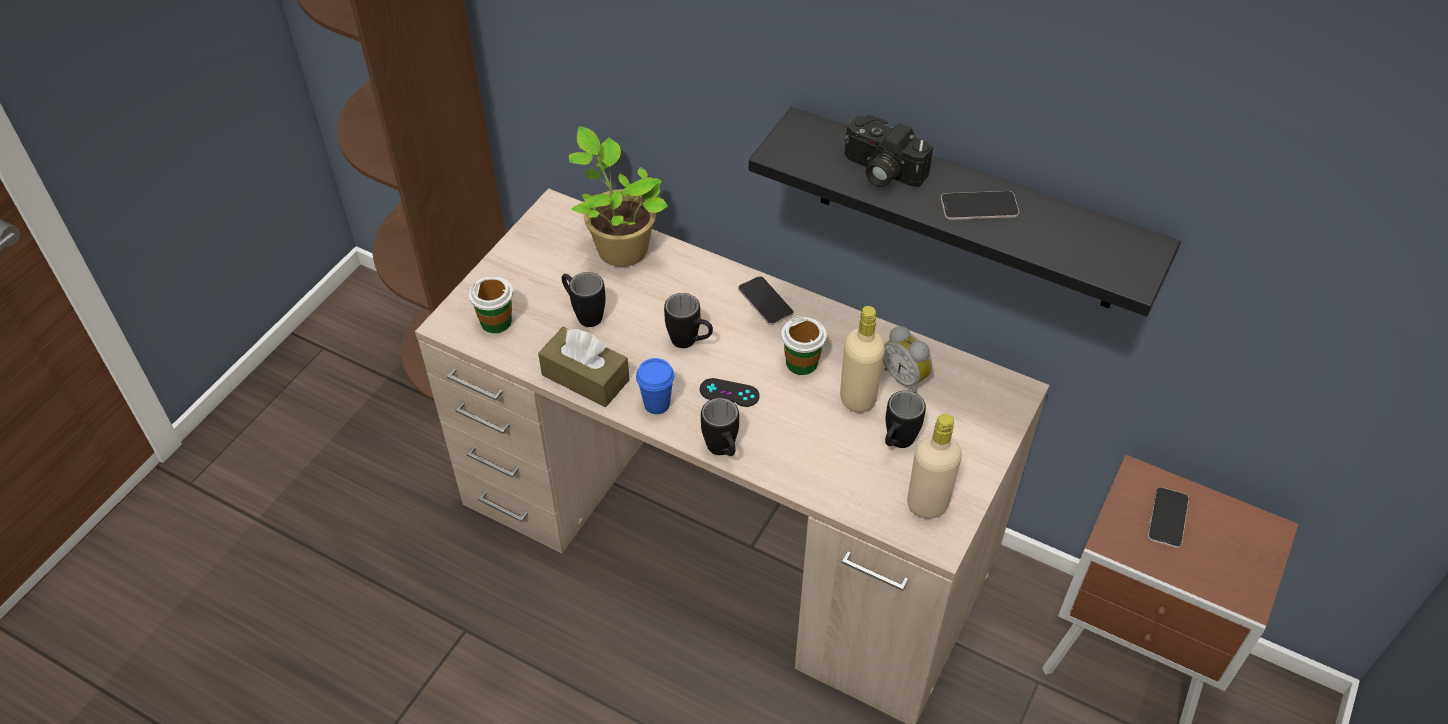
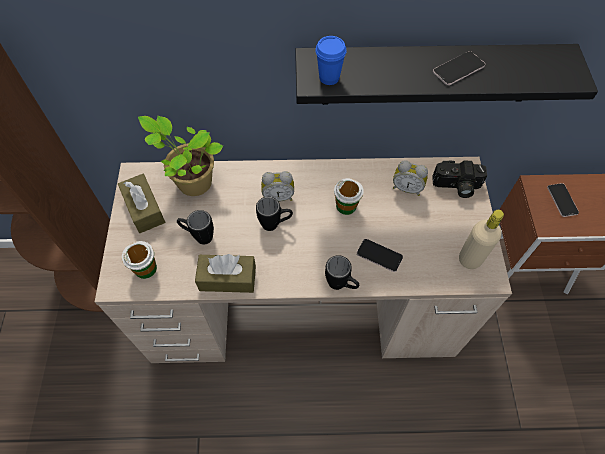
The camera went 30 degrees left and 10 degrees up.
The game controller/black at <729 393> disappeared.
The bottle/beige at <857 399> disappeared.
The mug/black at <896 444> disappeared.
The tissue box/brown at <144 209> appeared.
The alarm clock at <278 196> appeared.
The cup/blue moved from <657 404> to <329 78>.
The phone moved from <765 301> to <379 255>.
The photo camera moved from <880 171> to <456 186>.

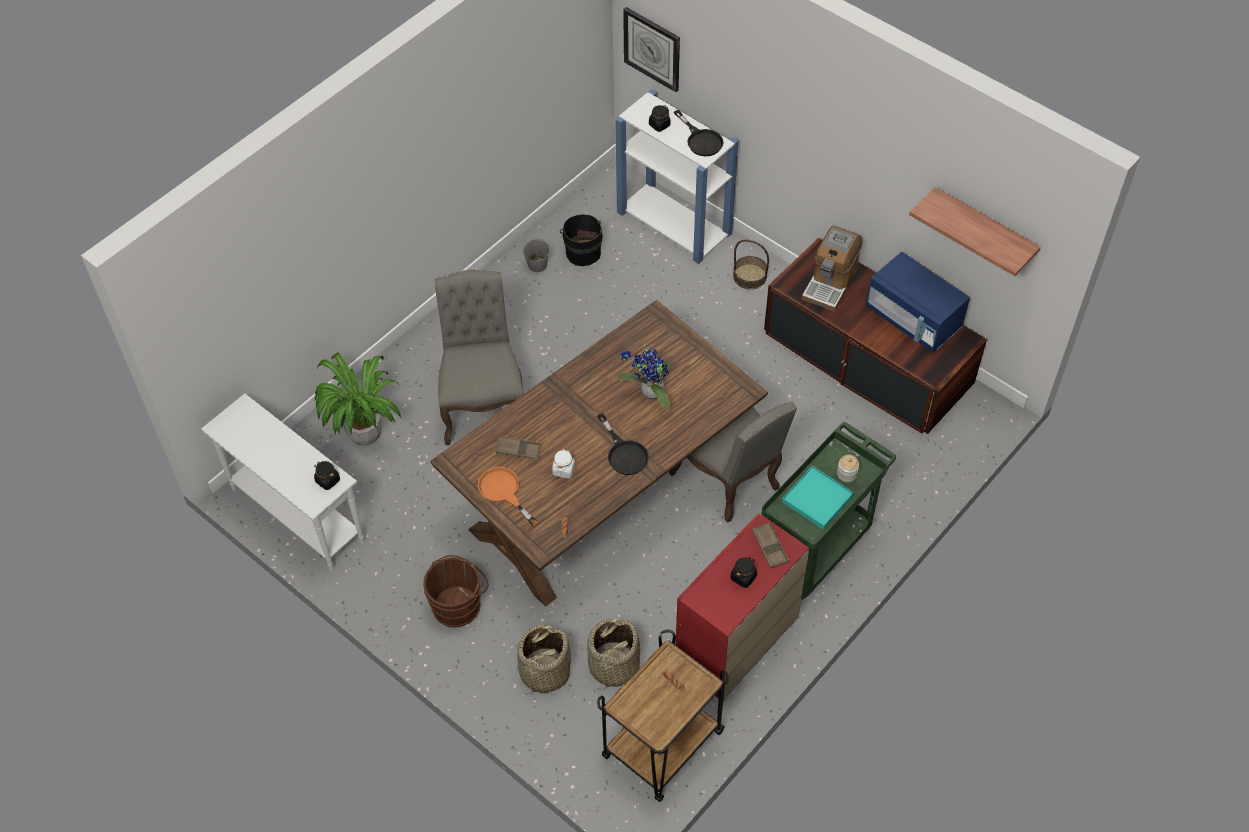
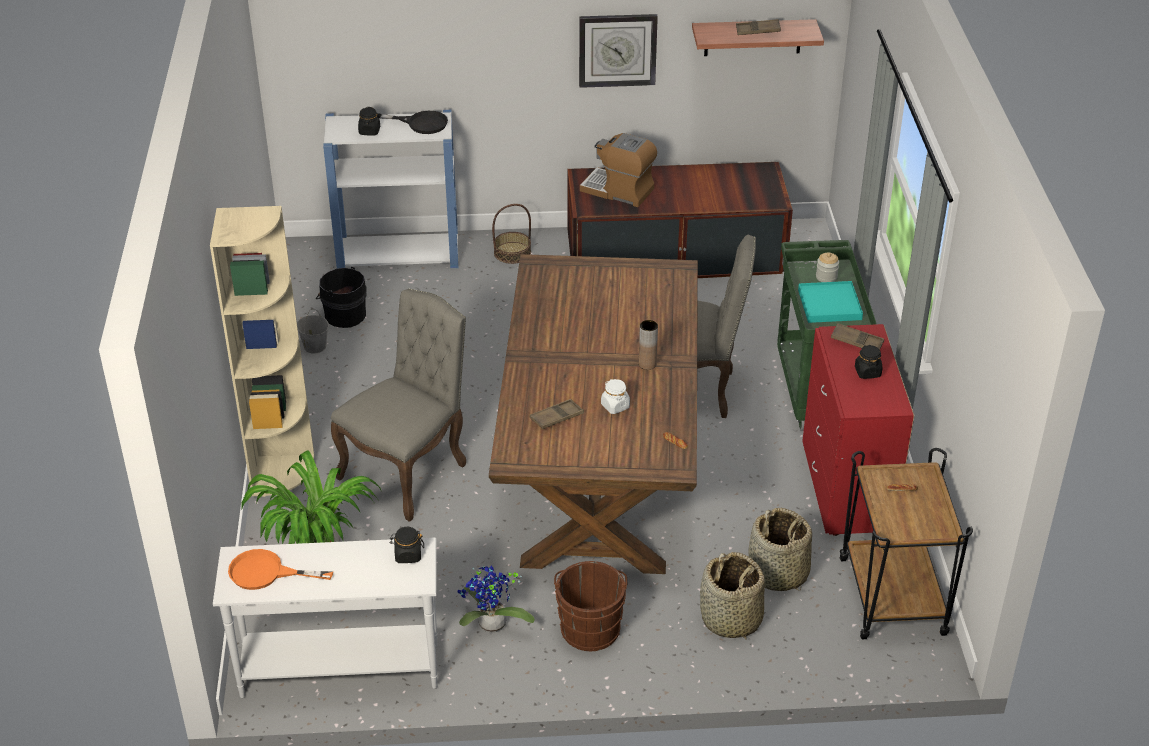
The camera went 45 degrees left and 15 degrees down.
The microwave/blue at <913 319> disappeared.
The bookcase/beige at <282 480> appeared.
The tray/brown at <758 31> appeared.
The frying pan/orange moved from <503 492> to <266 573>.
The potted plant moved from <649 393> to <491 627>.
The wall clock moved from <652 48> to <617 50>.
The frying pan/black at <624 453> was replaced by the vase/brown at <647 364>.
The chair/grey at <484 406> turned 90 degrees clockwise.
The coffee machine at <830 283> turned 135 degrees clockwise.

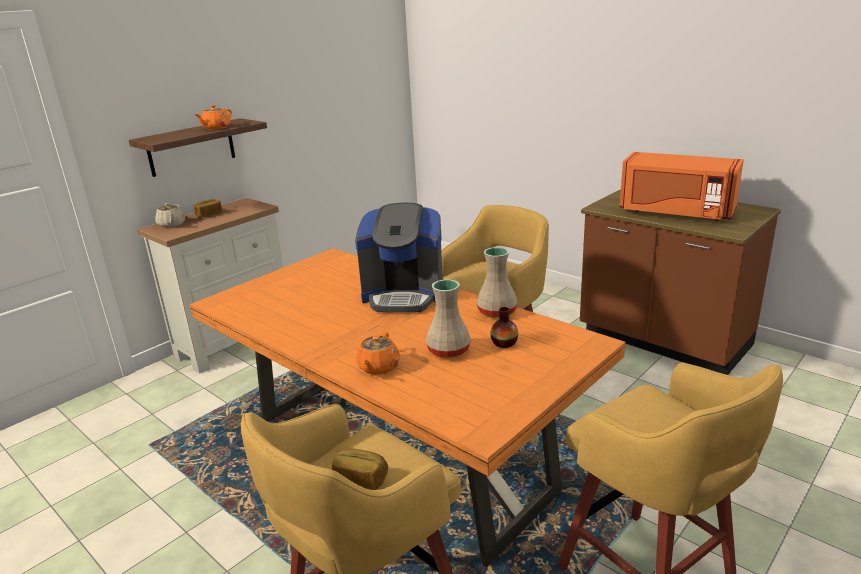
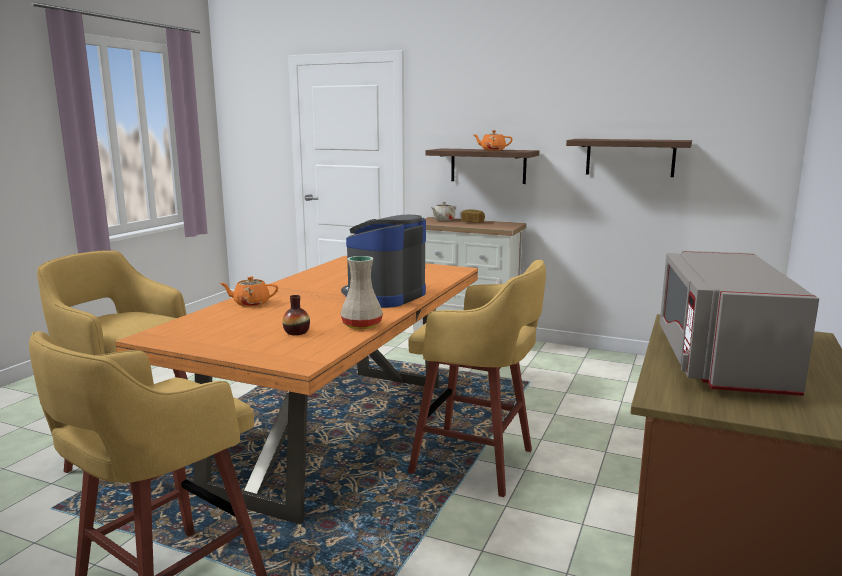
The camera went 70 degrees right and 10 degrees down.
The bread at <361 478> disappeared.
The vase/beige at <447 351> disappeared.
The shelf at <630 157> appeared.
The microwave/orange at <675 212> became the microwave/grey at <719 361>.
The coffee machine at <404 295> turned 45 degrees clockwise.

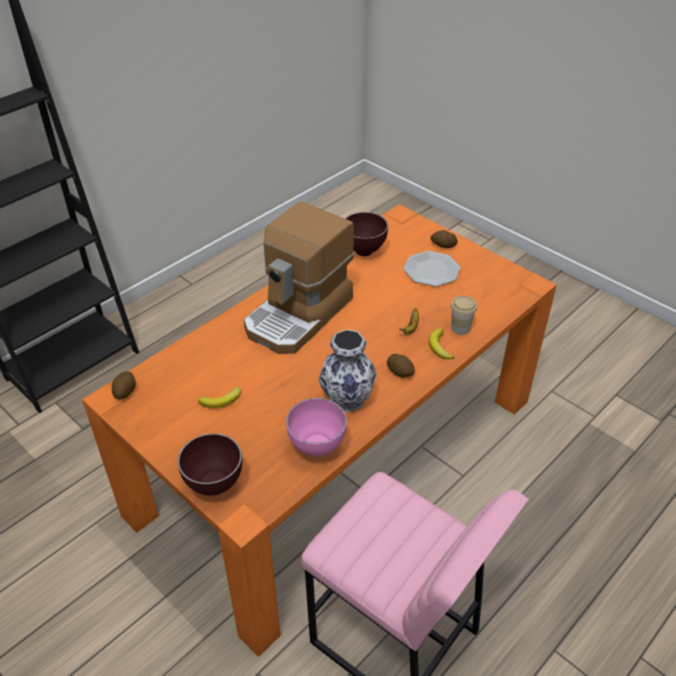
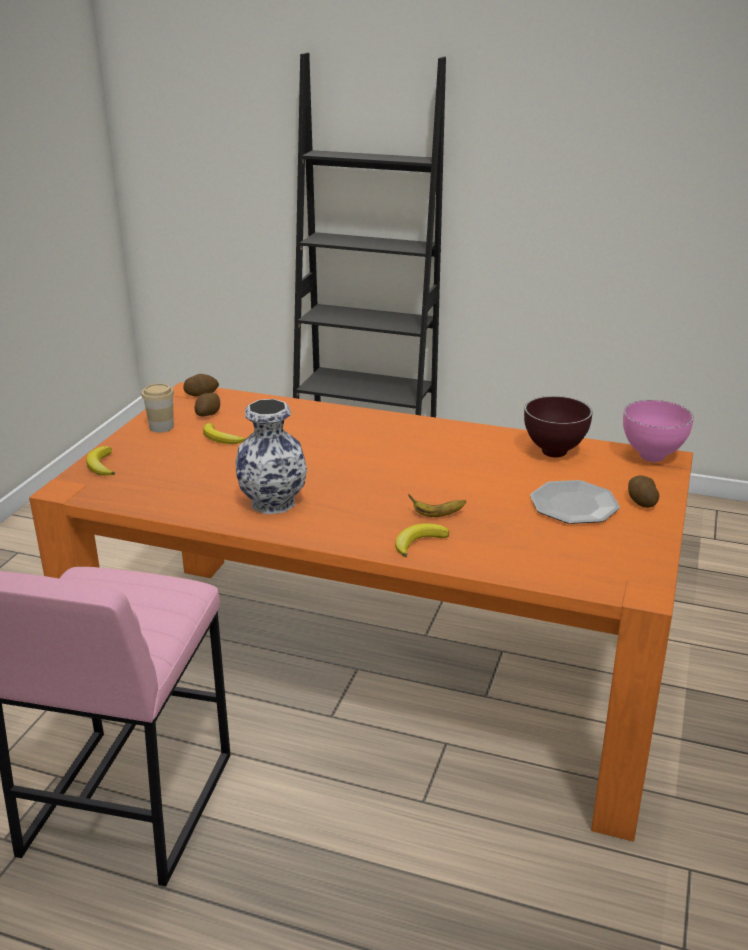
The camera went 65 degrees right and 15 degrees down.
The coffee machine at <299 315> disappeared.
The bowl/pink moved from <315 447> to <651 456>.
The potato moved from <400 372> to <208 414>.
The cup moved from <460 328> to <161 427>.
The bowl/brown at <215 487> was replaced by the banana at <101 465>.

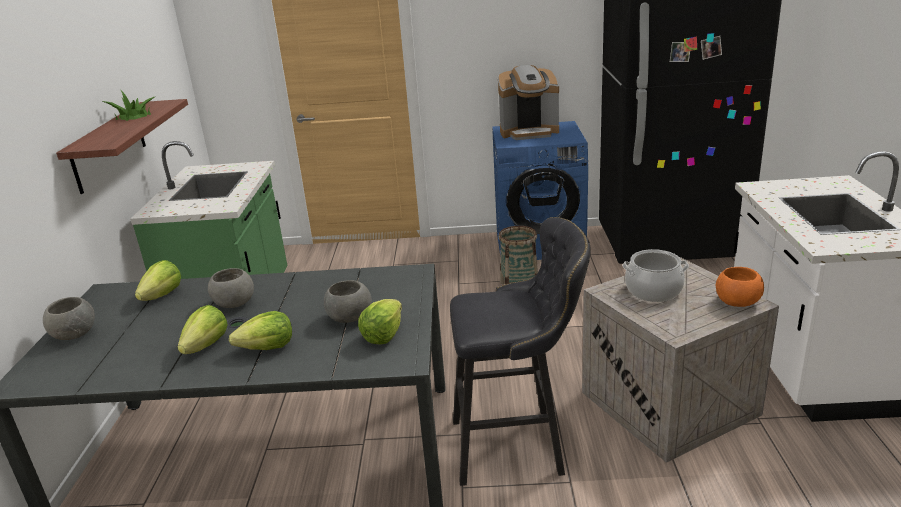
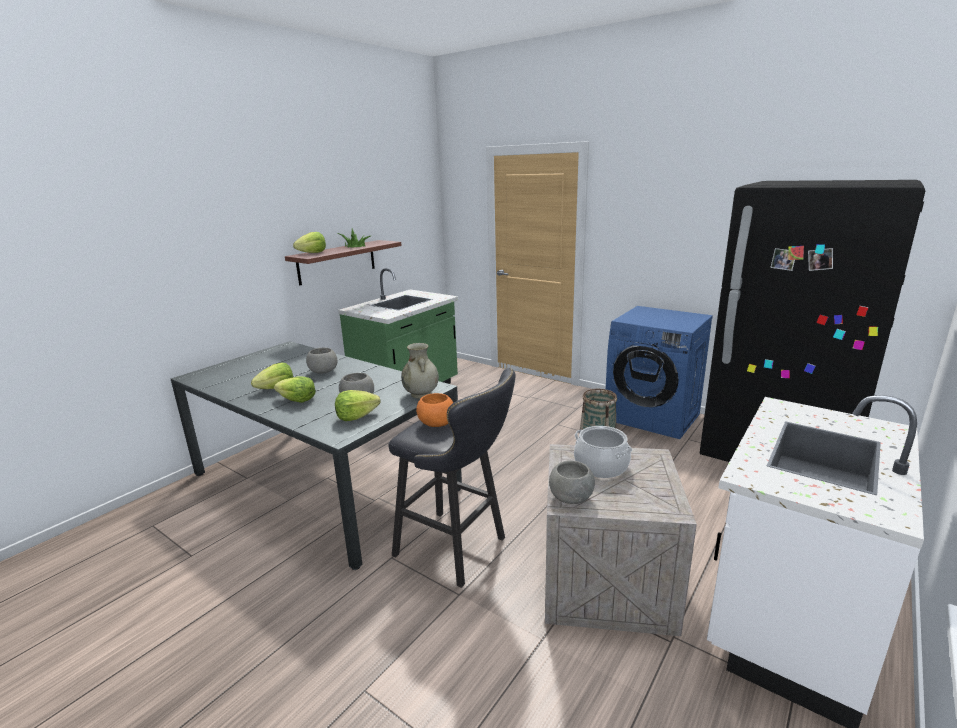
The camera went 35 degrees right and 5 degrees down.
The coffee machine at <529 132> disappeared.
The vase/beige at <421 394> appeared.
The bowl/grey moved from <75 334> to <571 497>.
The lettuce moved from <162 295> to <312 253>.
The bowl/orange moved from <738 303> to <436 424>.

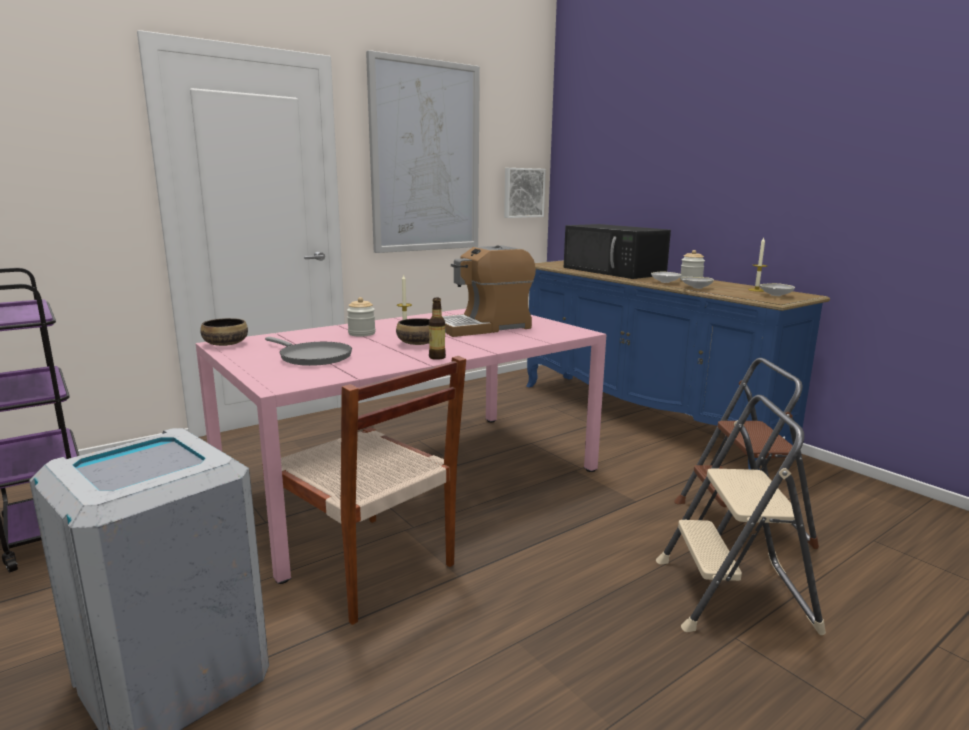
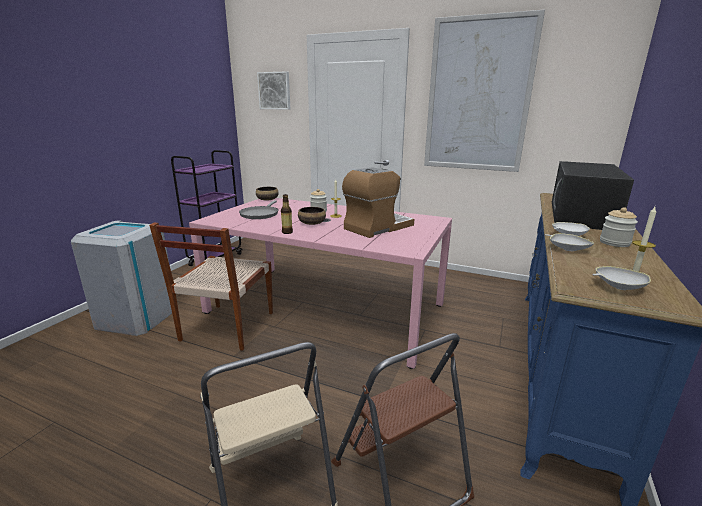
The camera went 60 degrees right and 5 degrees up.
The picture moved from <523 193> to <275 91>.
The coffee machine at <484 327> turned 105 degrees clockwise.

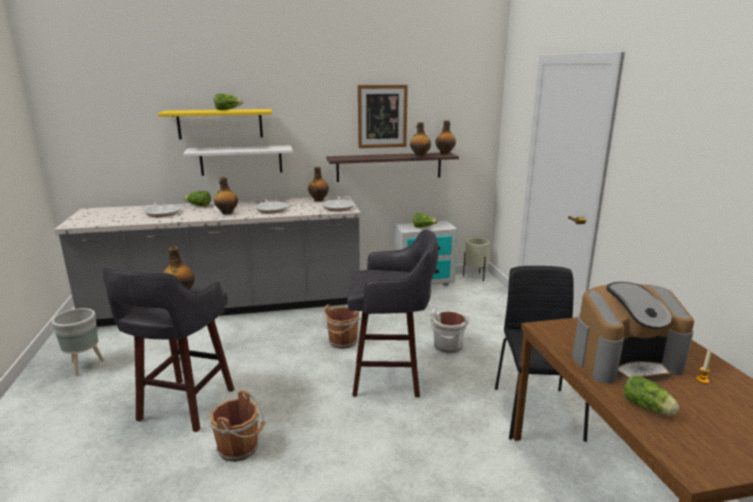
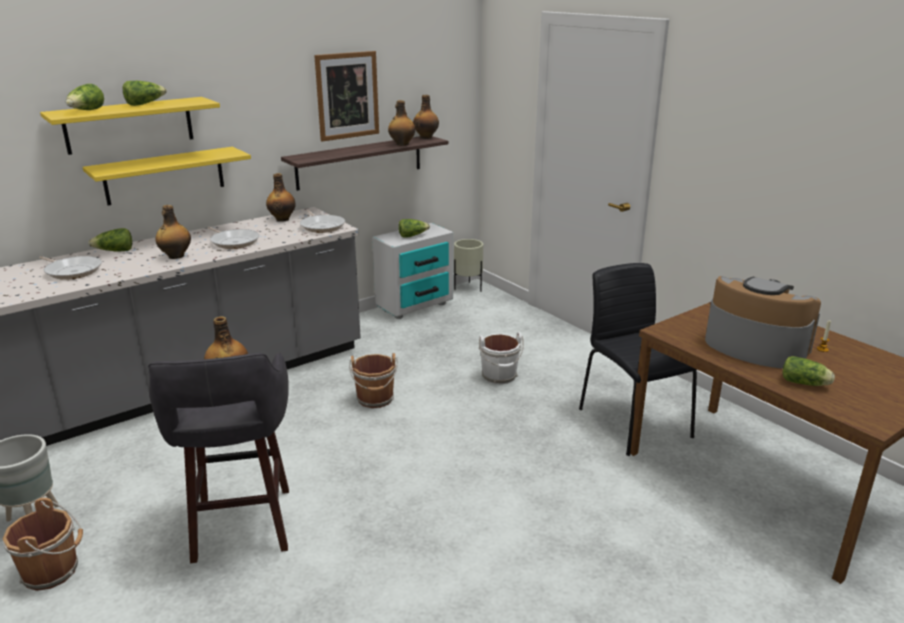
The camera went 25 degrees left and 5 degrees up.
The stool/grey at <390 379> disappeared.
The lettuce at <86 111> appeared.
The bucket/brown moved from <240 448> to <53 571>.
The shelf/white at <241 160> became the shelf/yellow at <164 175>.
The coffee machine at <624 361> turned 105 degrees counterclockwise.

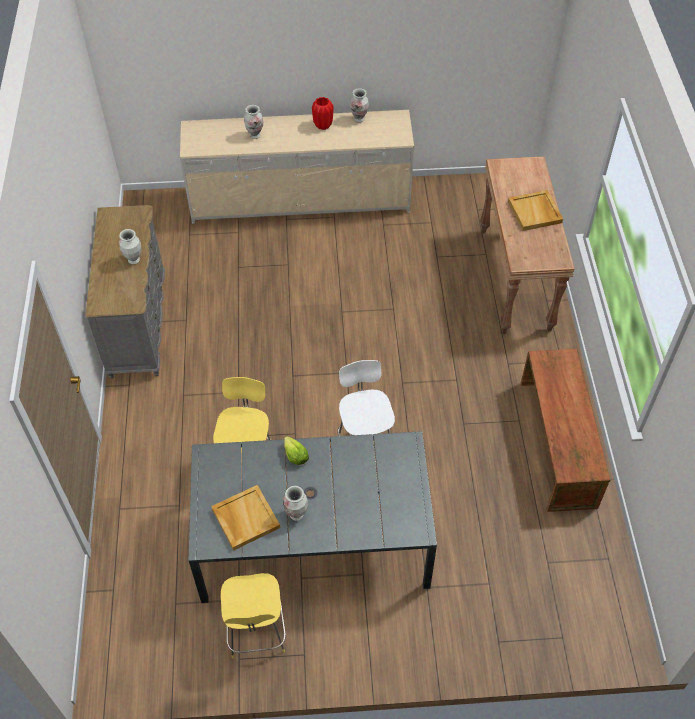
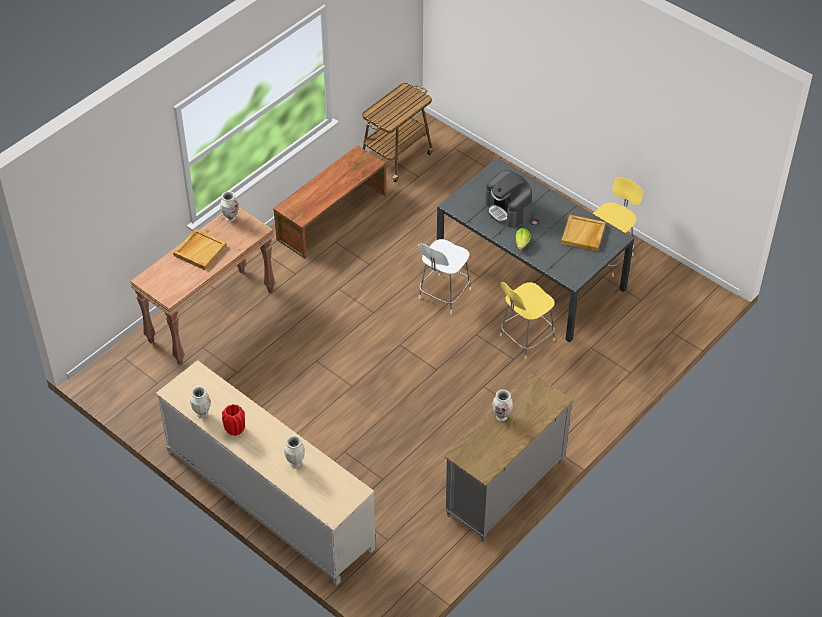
The camera went 135 degrees left and 5 degrees down.
The cart at <397 156> appeared.
The coffee machine at <508 210> appeared.
The vase moved from <296 515> to <231 218>.

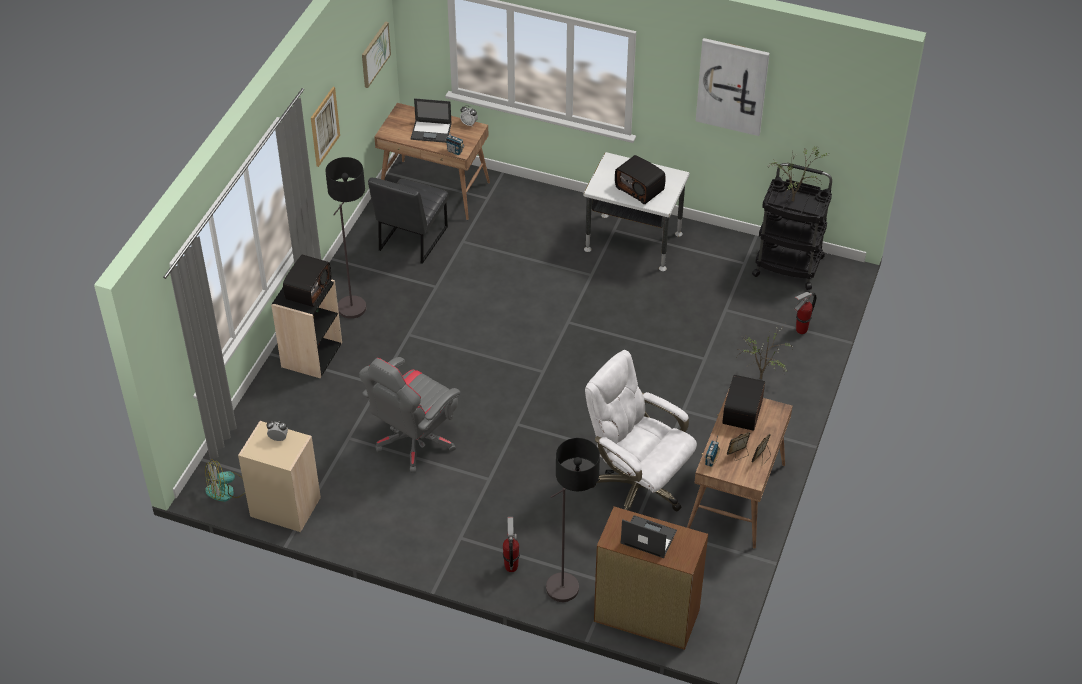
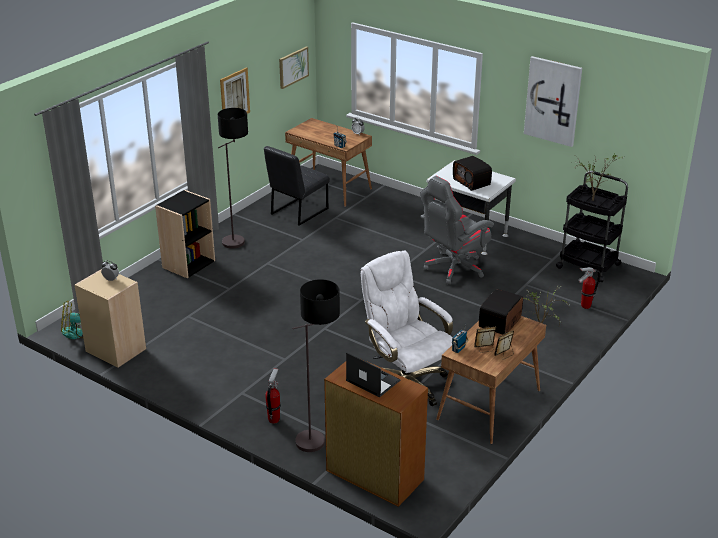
The camera went 15 degrees right and 15 degrees down.
The radio at <308 290> disappeared.
The laptop at <431 131> disappeared.
The office chair/grey moved from <415 440> to <454 268>.

